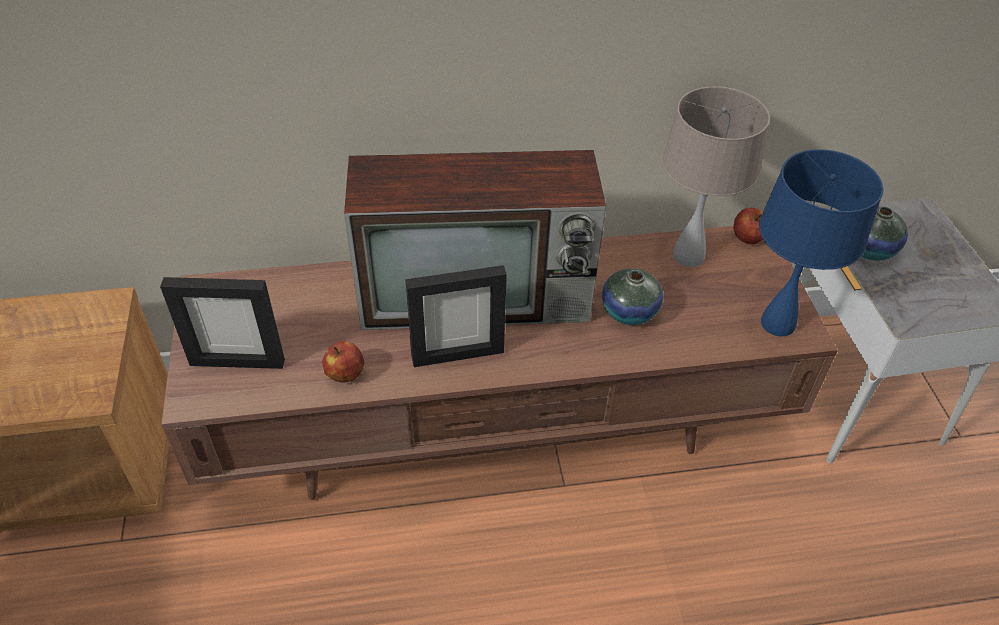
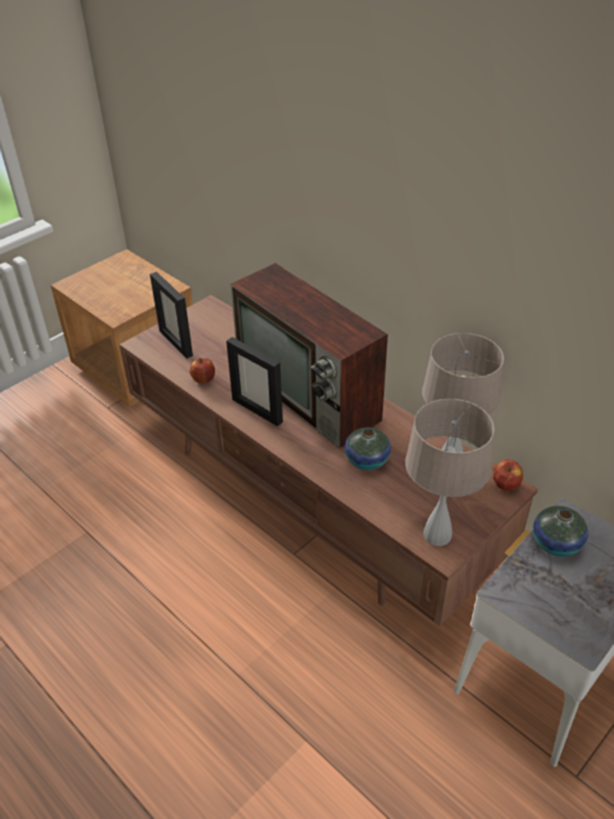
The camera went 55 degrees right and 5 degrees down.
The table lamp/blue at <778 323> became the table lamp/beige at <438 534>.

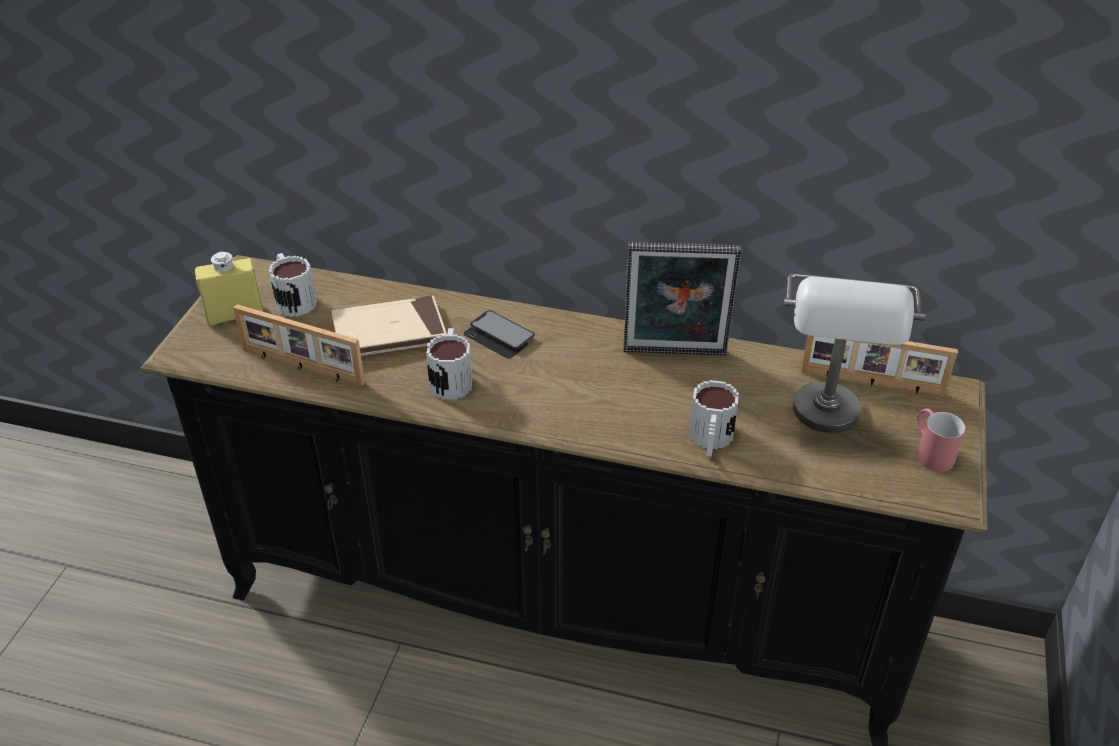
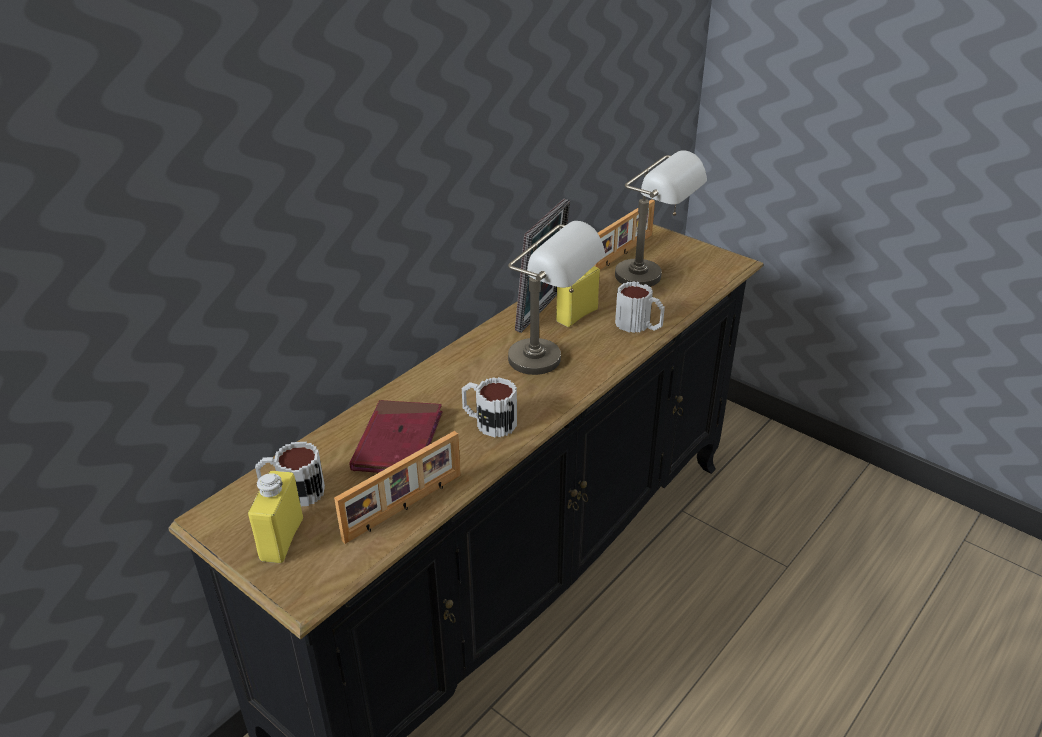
The camera went 65 degrees left and 5 degrees down.
The phone at <499 336> disappeared.
The mug/red at <930 451> disappeared.
The table lamp/grey at <551 364> appeared.
The bottle/yellow at <577 315> appeared.
The book/beige at <389 332> became the book/red at <398 442>.

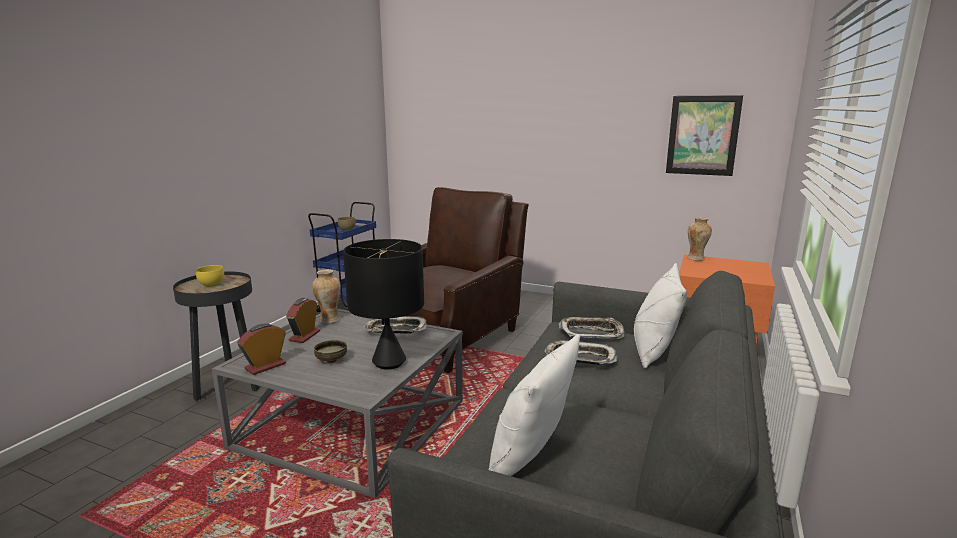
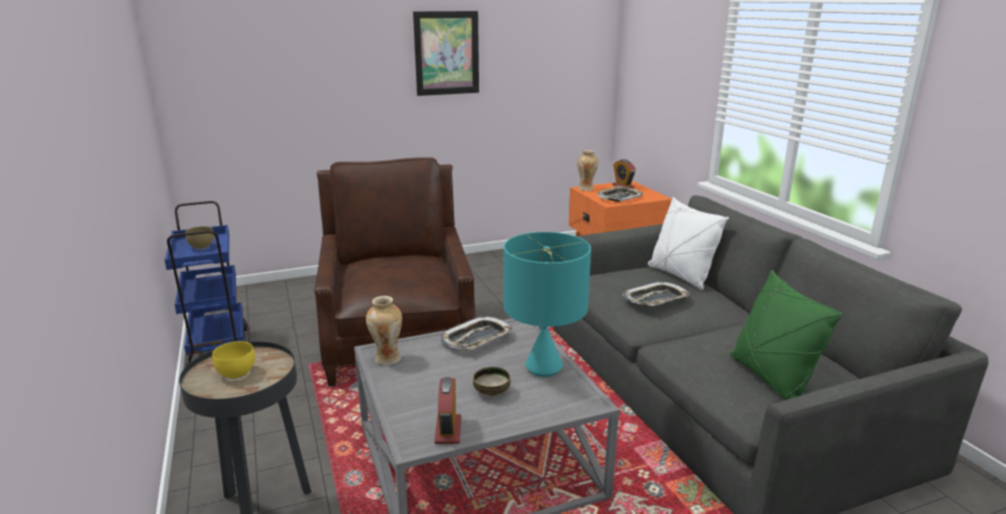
The camera went 45 degrees left and 5 degrees up.
The alarm clock moved from <304 336> to <623 186>.
The tray moved from <591 332> to <619 197>.
The picture moved from <702 135> to <446 53>.
The table lamp/black at <389 363> became the table lamp/turquoise at <543 369>.
The pillow/white at <530 457> became the pillow/green at <770 379>.

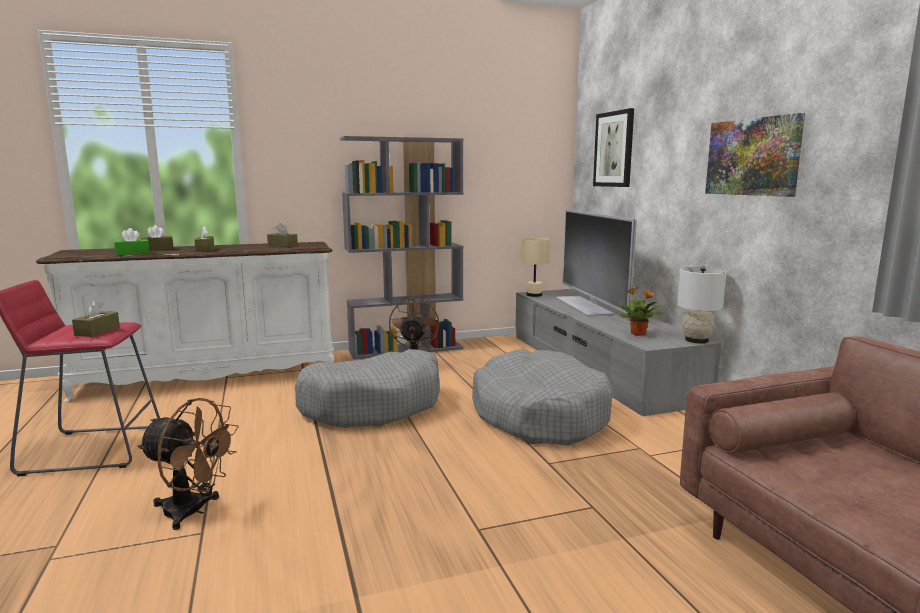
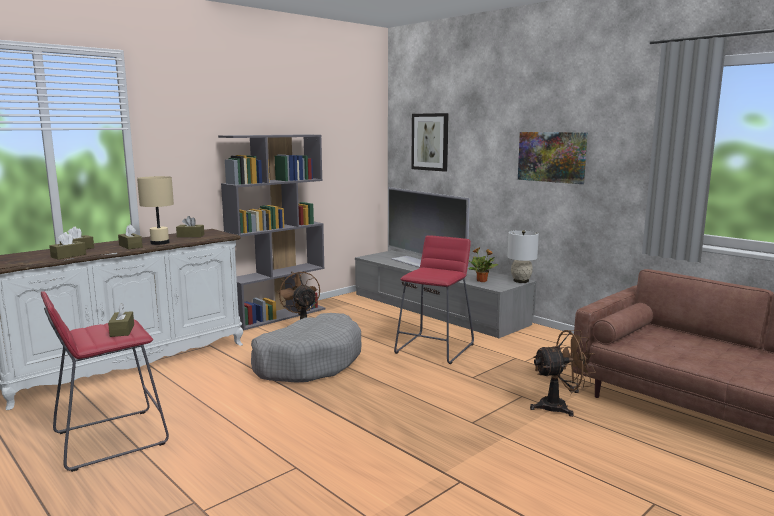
The camera went 25 degrees left and 0 degrees up.
The fan/brown moved from <193 512> to <560 407>.
The table lamp/beige moved from <534 295> to <160 243>.
The dog bed/grey at <539 415> was replaced by the stool/red at <434 348>.
The tissue box/green at <133 253> became the tissue box/brown at <68 256>.

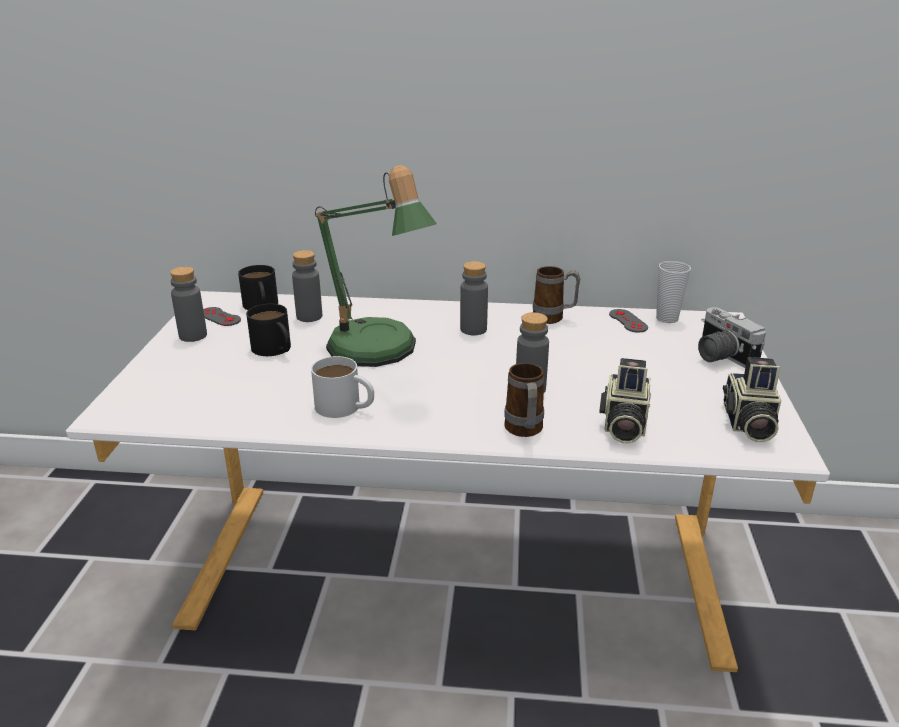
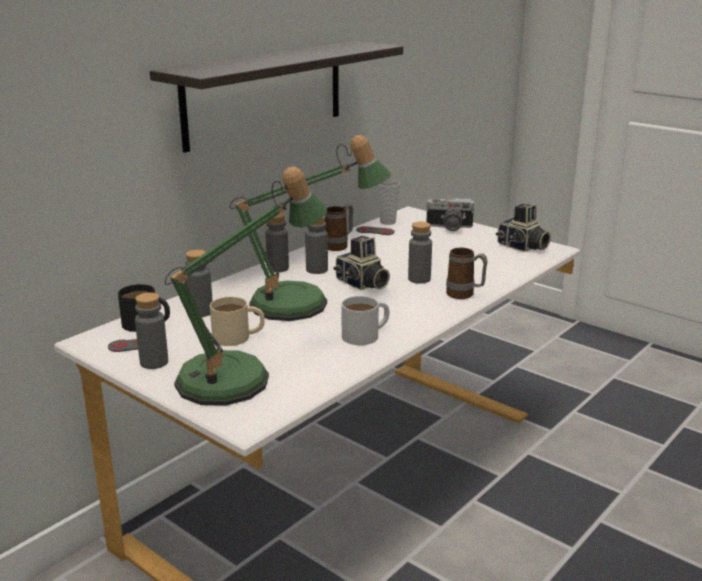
The camera went 55 degrees left and 5 degrees down.
The shelf at <265 93> appeared.
The table lamp at <238 377> appeared.
The bottle/grey at <278 268> appeared.
The photo camera moved from <622 425> to <362 284>.
The mug/black at <275 350> became the mug/beige at <238 337>.

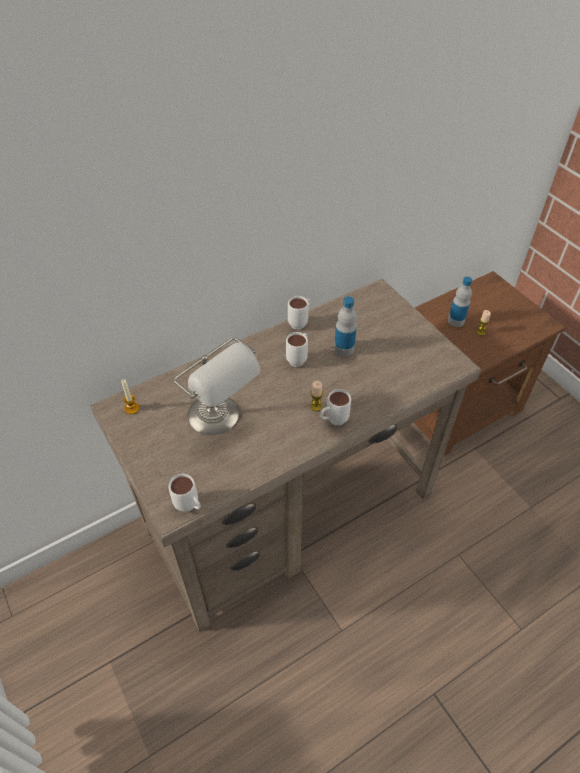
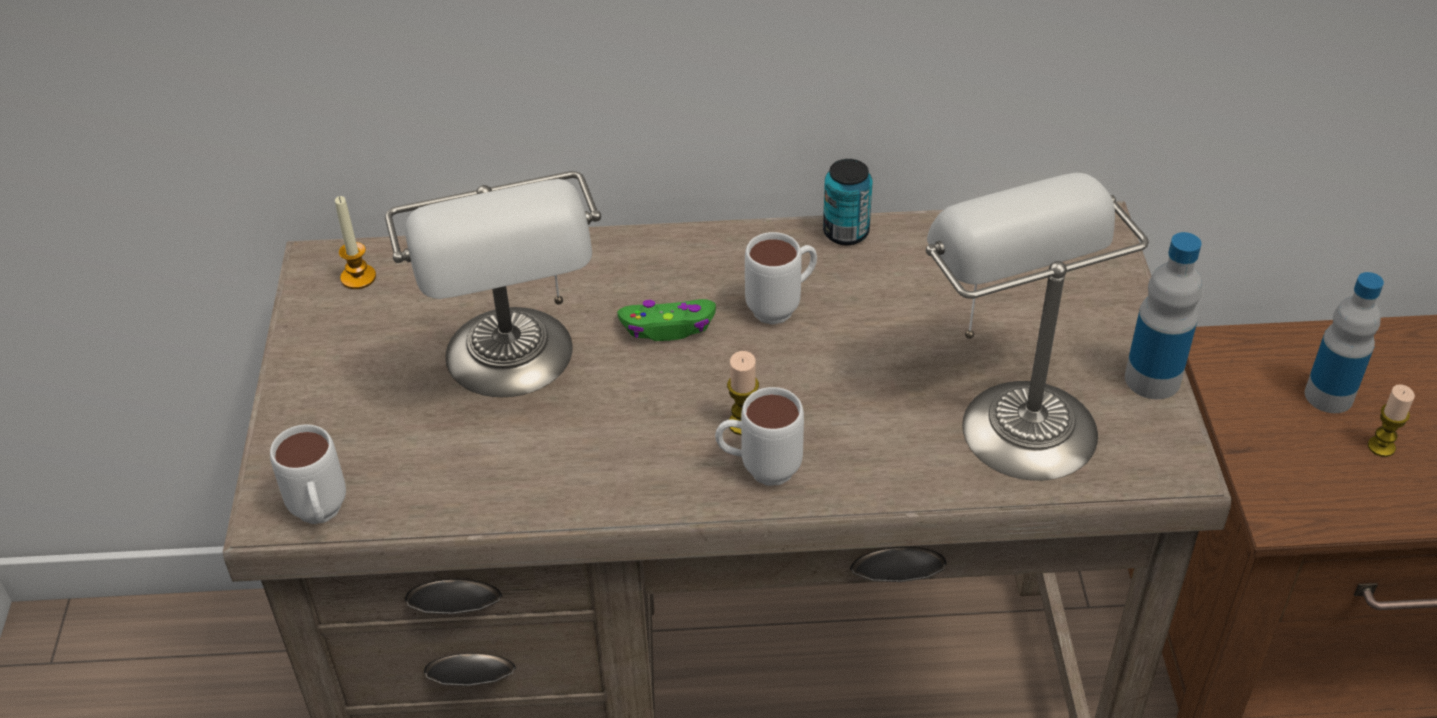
The camera went 30 degrees right and 5 degrees down.
The game controller/green at <668 327> appeared.
The table lamp/white at <1012 410> appeared.
The bottle moved from <344 349> to <1152 379>.
The mug/white at <300 322> was replaced by the can at <846 232>.

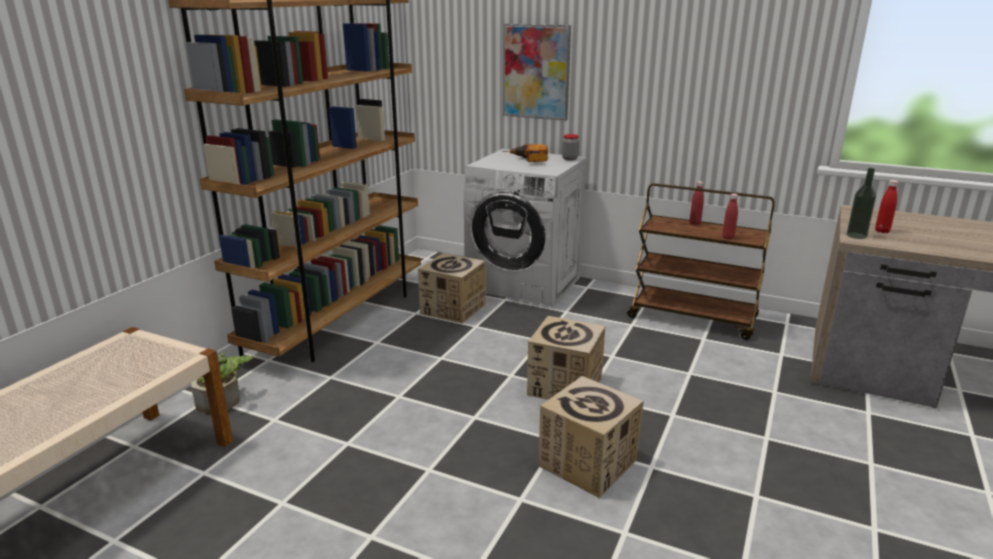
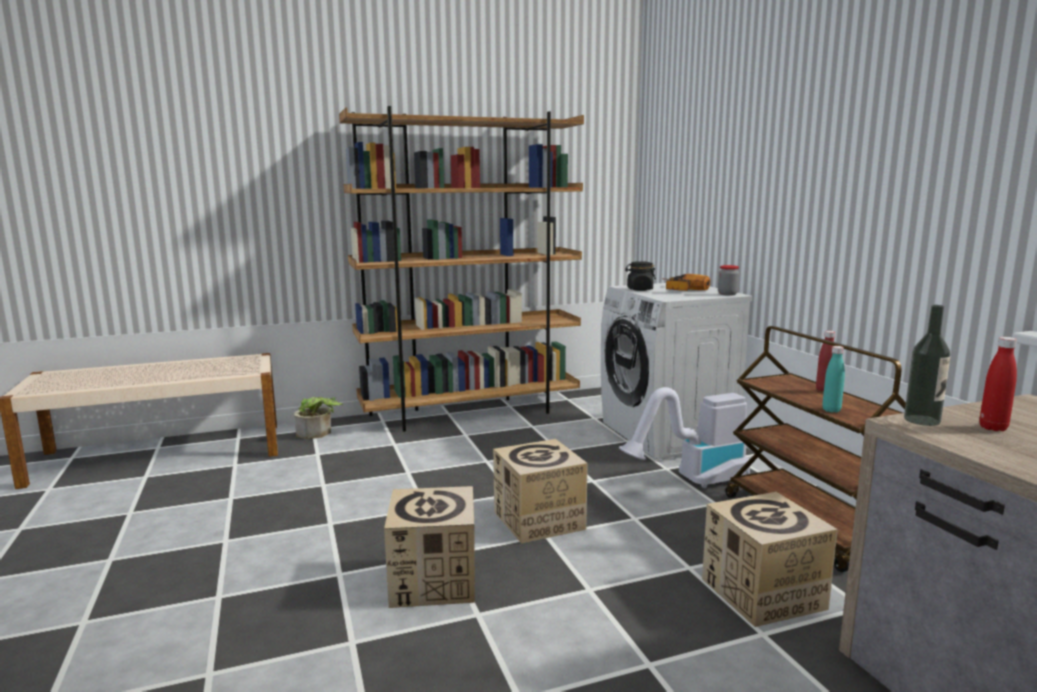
The camera went 45 degrees right and 10 degrees down.
The picture at <536 72> disappeared.
The vacuum cleaner at <692 481> appeared.
The jar/black at <639 289> appeared.
The cardboard box moved from <453 309> to <762 594>.
The bottle/red at <728 237> became the bottle/turquoise at <831 410>.

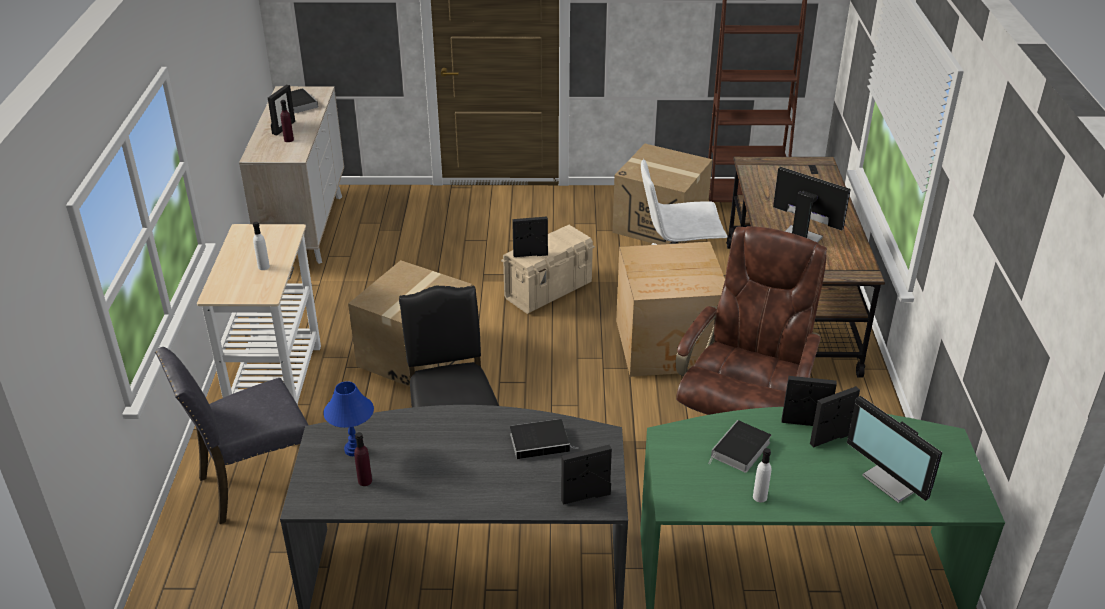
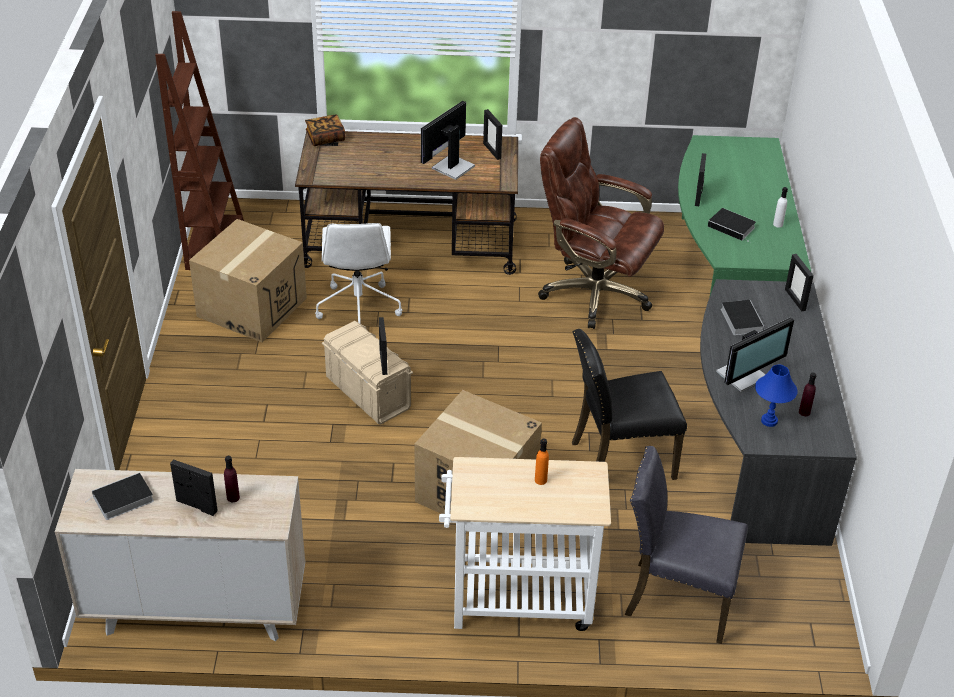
The camera went 90 degrees left and 5 degrees up.
The cardboard box at <669 345> disappeared.
The book at <325 138> appeared.
The picture frame moved from <831 439> to <492 151>.
The monitor moved from <894 481> to <744 376>.
The bottle/white at <263 267> became the bottle/orange at <540 480>.
The chair/grey at <254 484> turned 135 degrees clockwise.

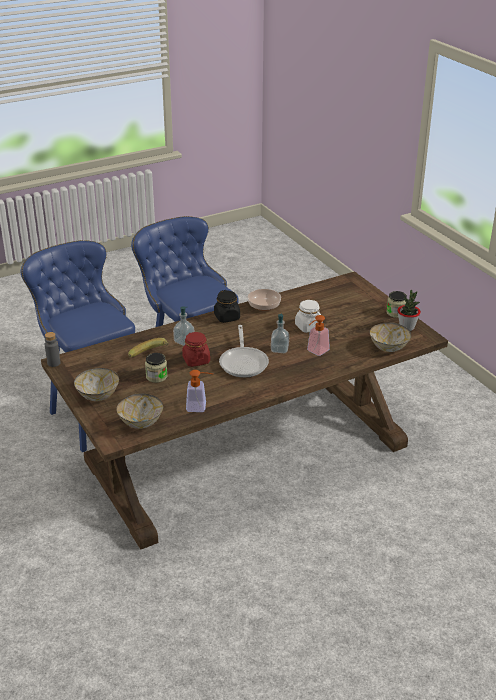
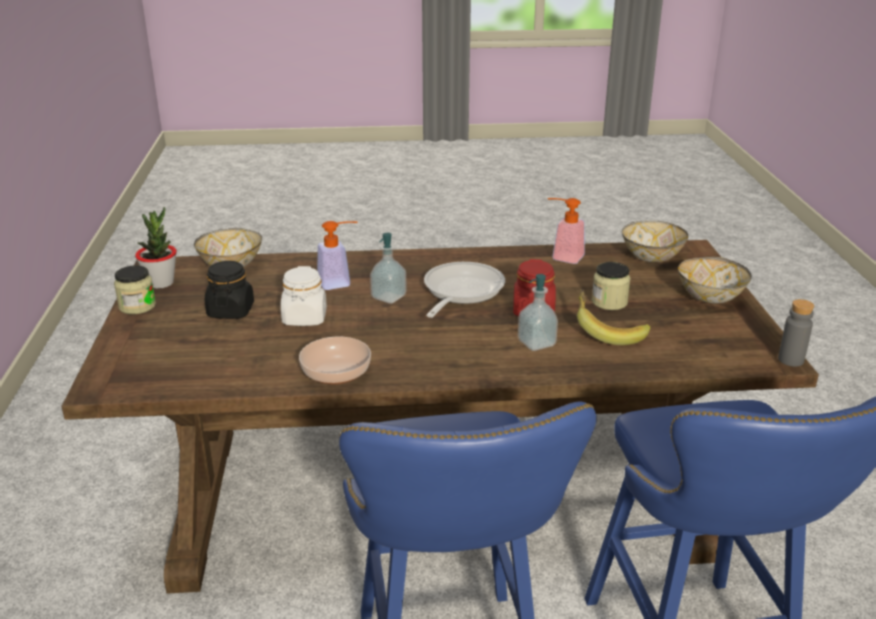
The camera went 155 degrees left and 5 degrees down.
The jar/black moved from <227 317> to <231 311>.

